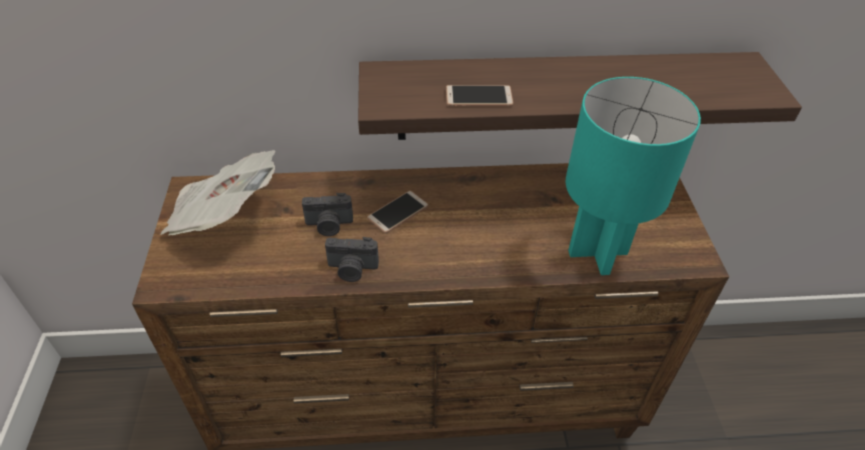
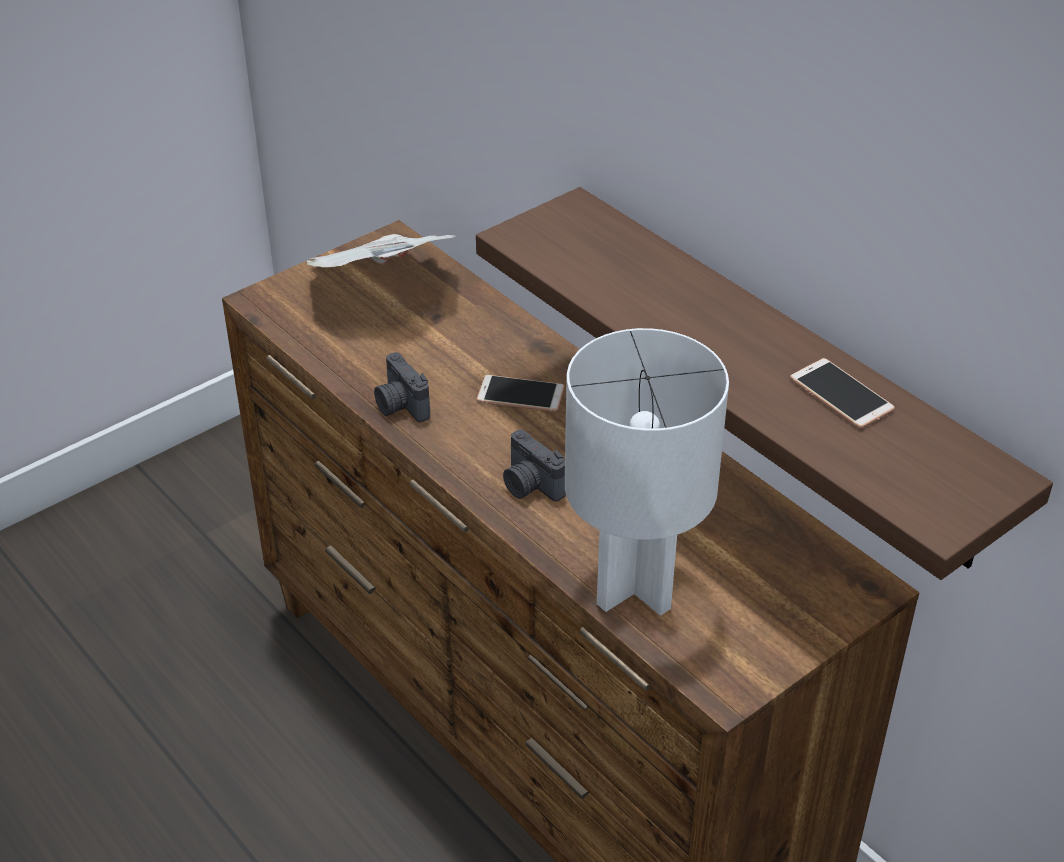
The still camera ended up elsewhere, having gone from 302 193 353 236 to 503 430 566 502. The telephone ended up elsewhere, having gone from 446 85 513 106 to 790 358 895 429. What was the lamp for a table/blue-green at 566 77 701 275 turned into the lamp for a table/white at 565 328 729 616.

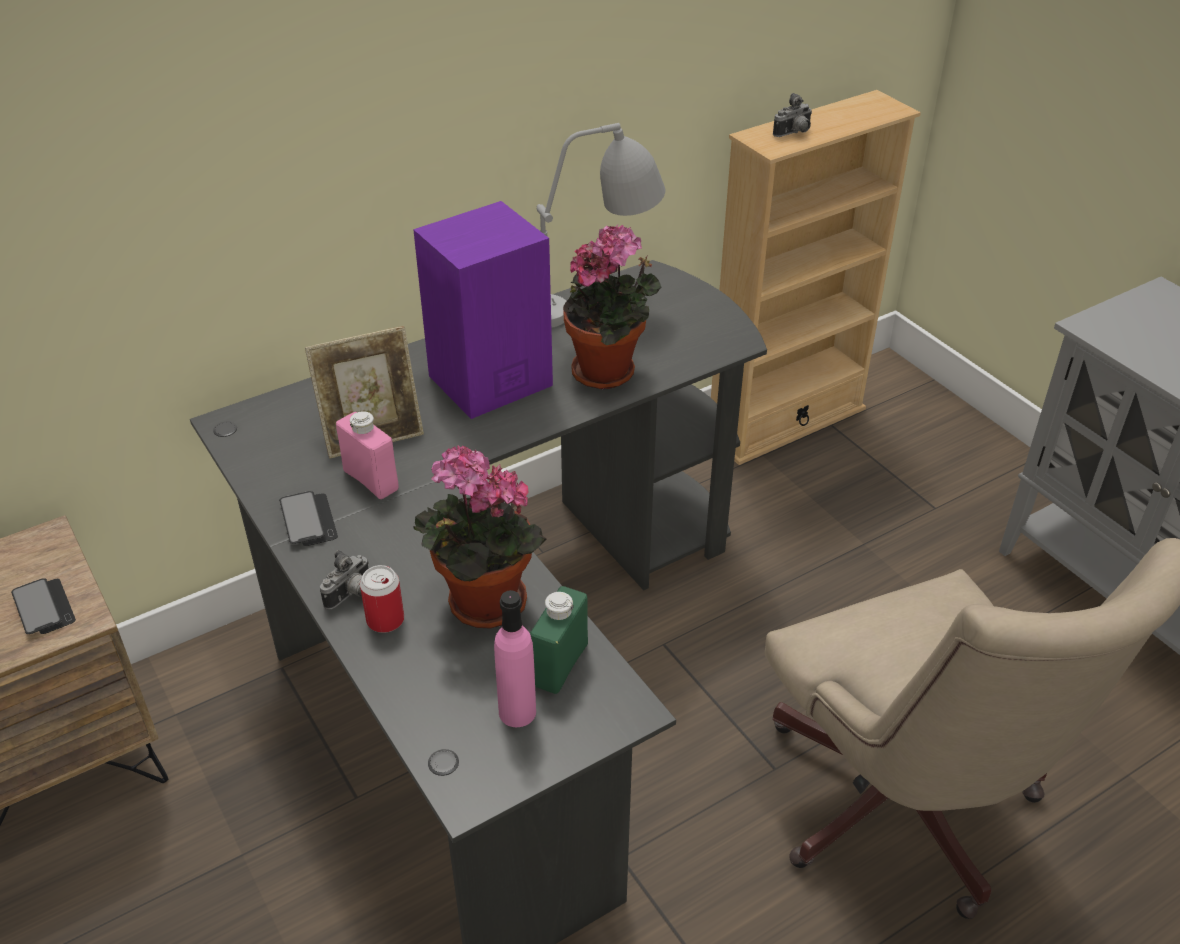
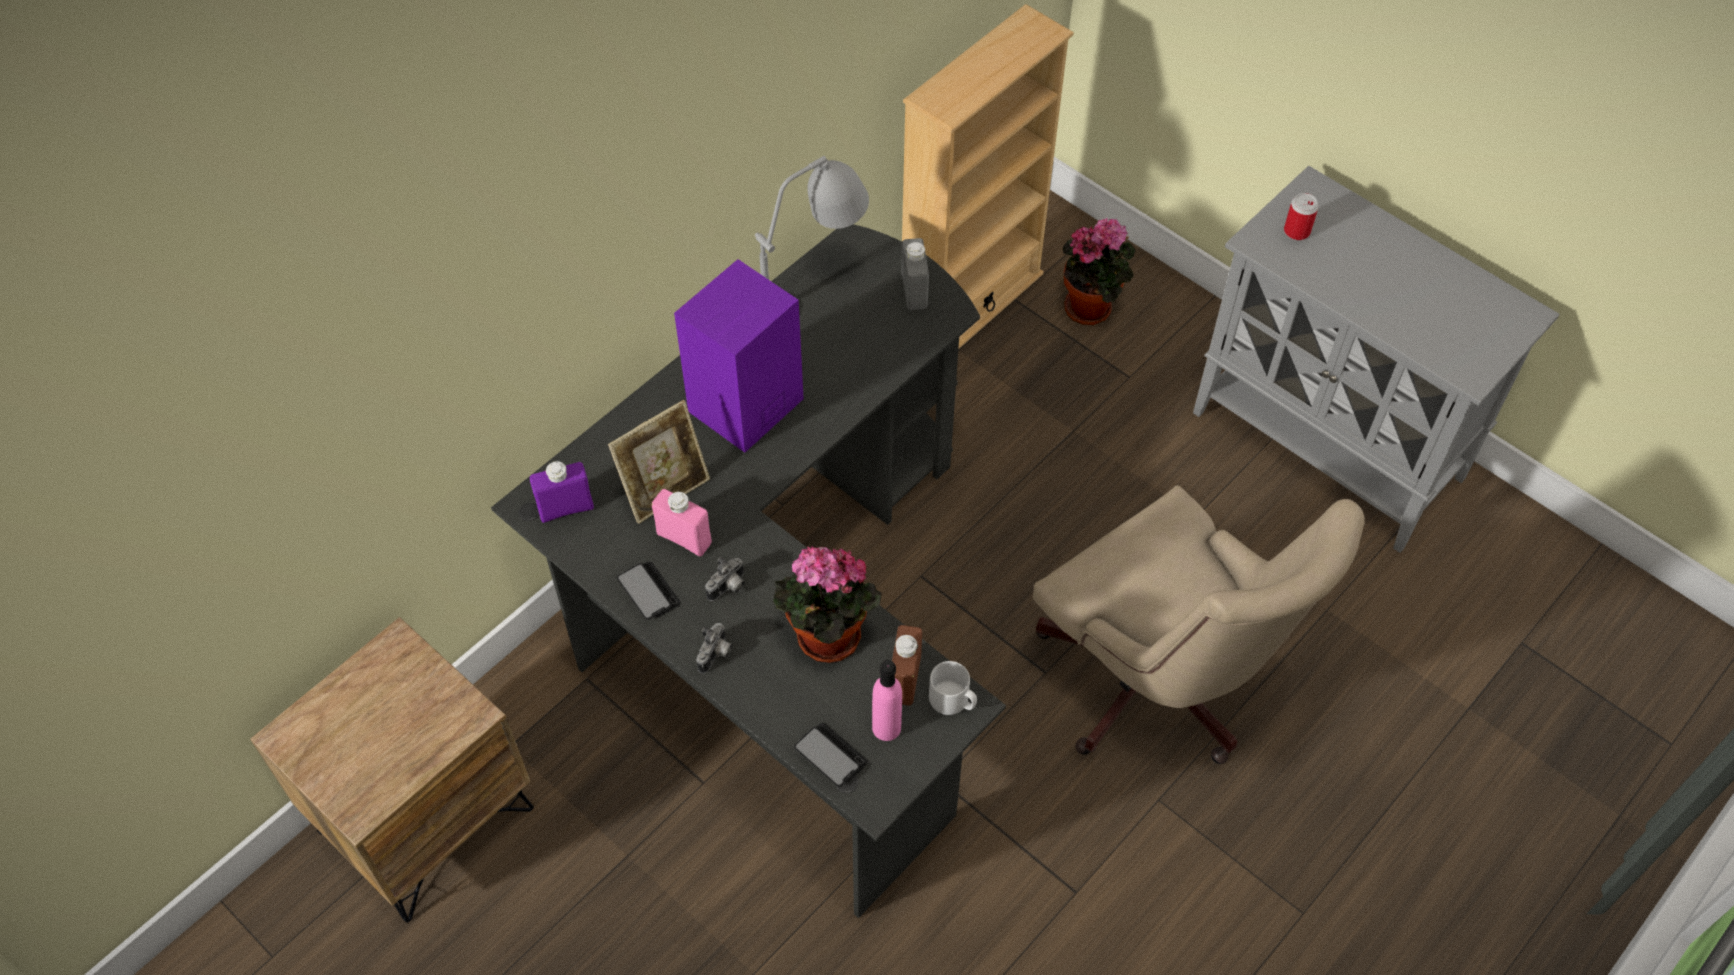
The second view gained the bottle/purple at 530 461 594 523. The second view gained the bottle/gray at 901 238 929 310. The second view gained the tea mug/gray at 929 661 977 715. The telephone ended up elsewhere, having gone from 11 578 76 634 to 794 723 868 787. The can ended up elsewhere, having gone from 360 565 404 633 to 1284 193 1319 240. The plant in a pot ended up elsewhere, having gone from 563 225 661 389 to 1063 218 1136 325. The still camera ended up elsewhere, having gone from 773 93 812 137 to 705 557 745 601. What was the bottle/green at 530 586 588 694 turned into the bottle/brownish at 892 625 922 706.

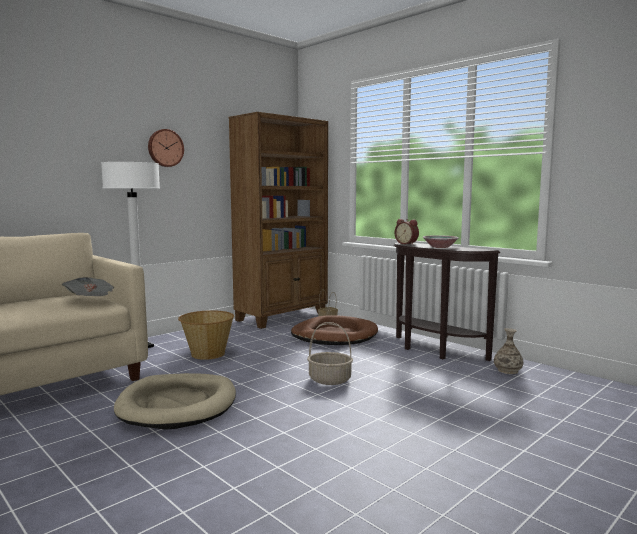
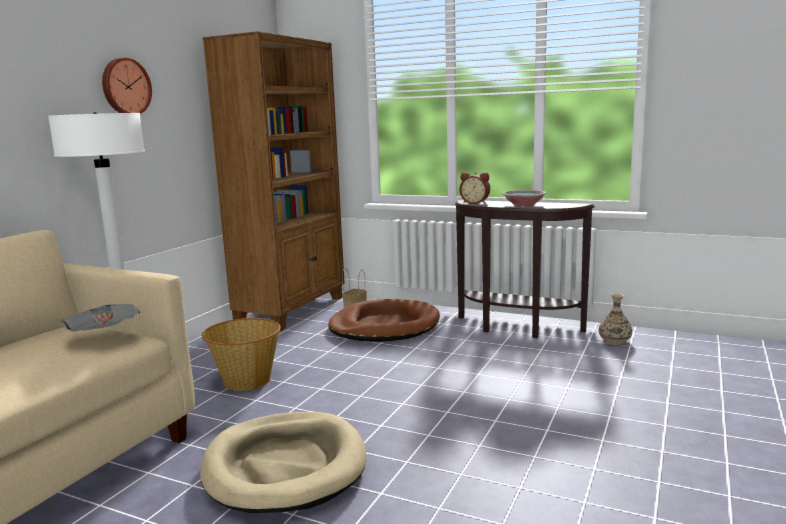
The second view lost the storage basket at 307 322 353 385.

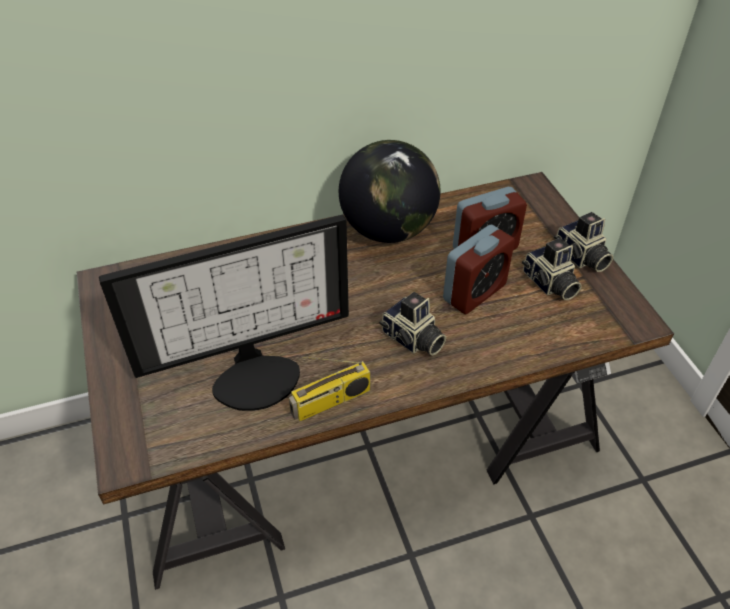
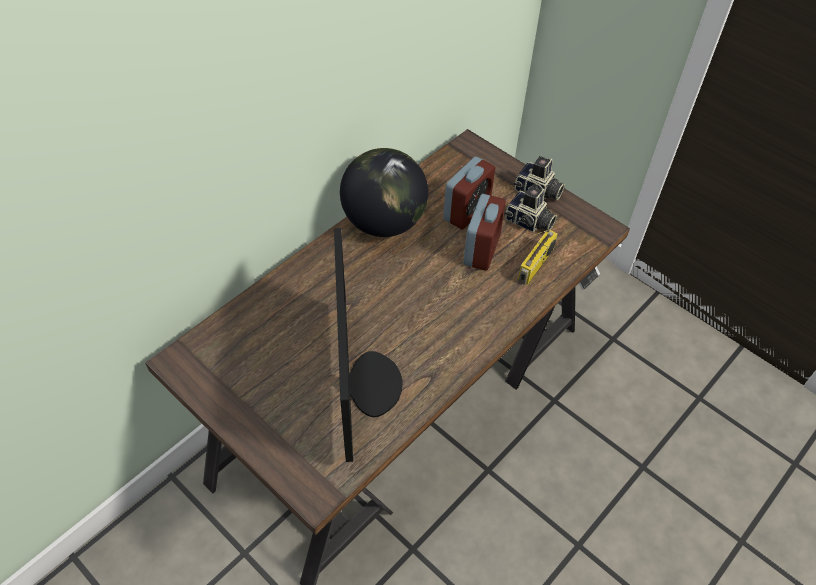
The second view lost the still camera at 379 292 446 356. The radio set ended up elsewhere, having gone from 289 356 370 421 to 518 229 558 285. The computer screen at 99 215 349 411 ended up facing another way, 45 degrees counterclockwise from before.

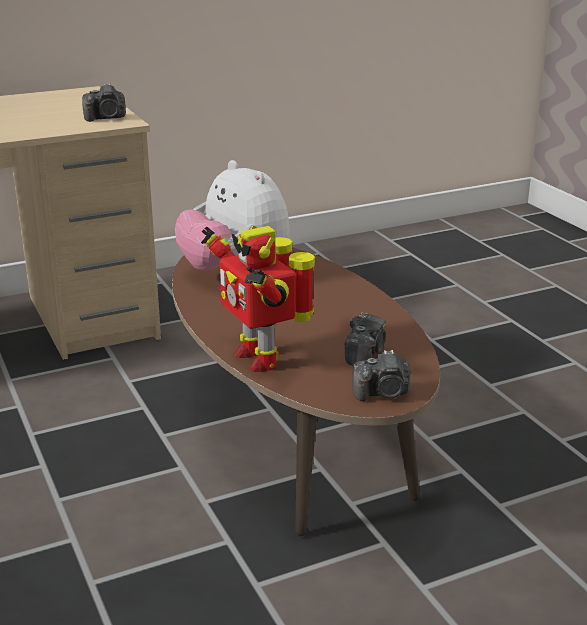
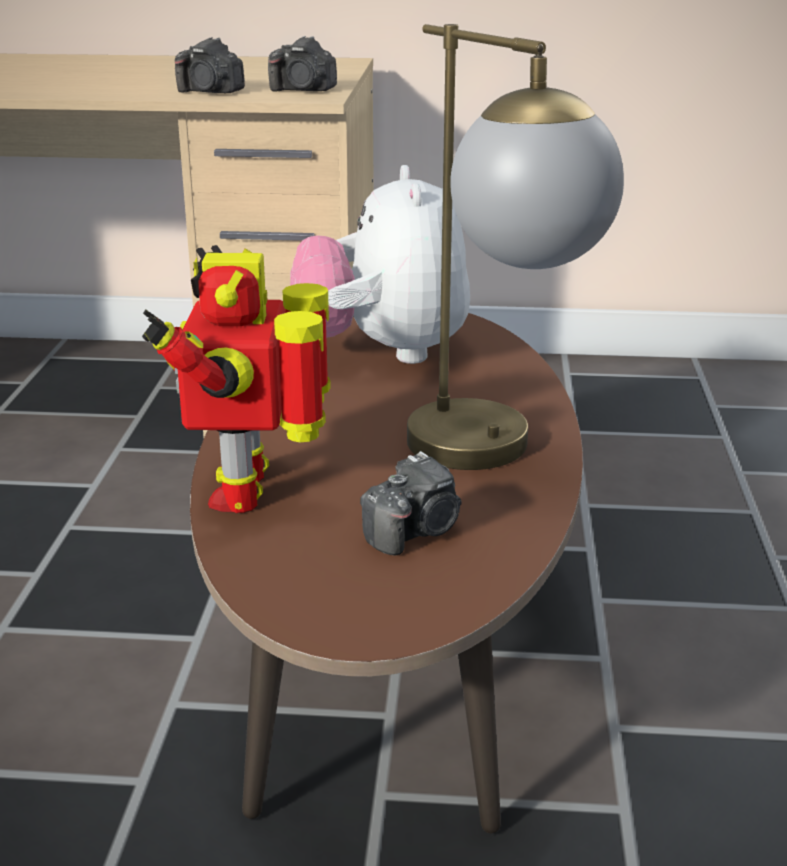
The second view gained the lamp for a table at 407 24 624 470. The still camera ended up elsewhere, having gone from 352 350 411 401 to 175 37 245 93.

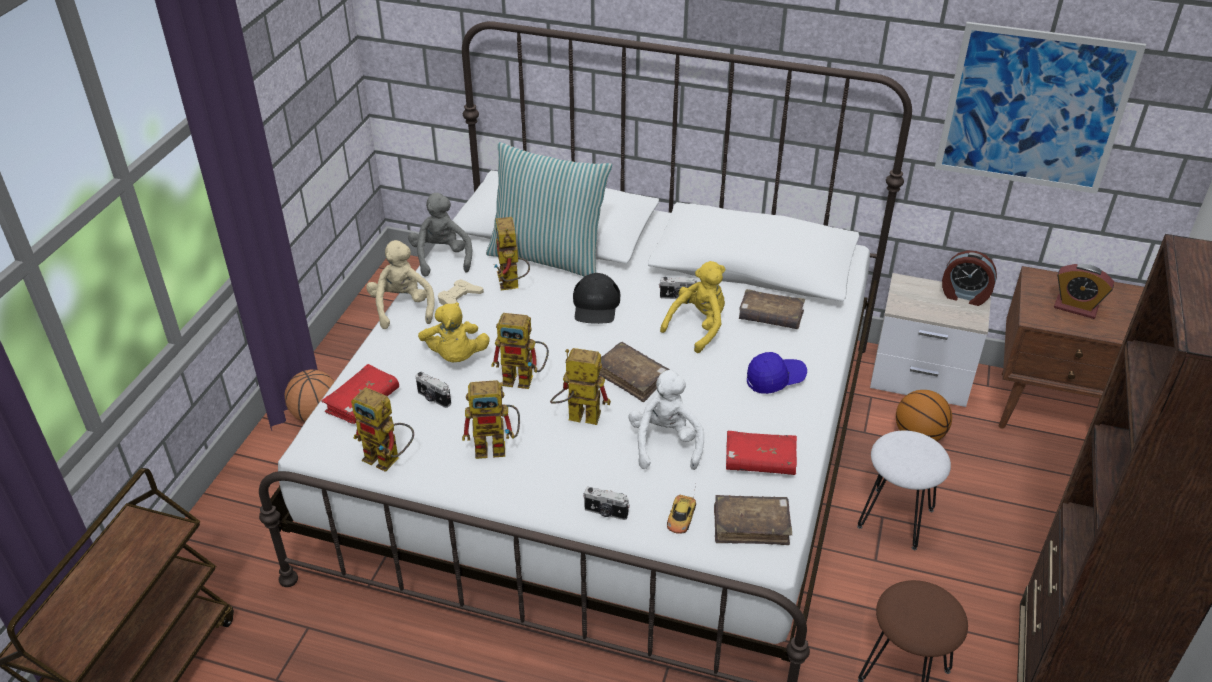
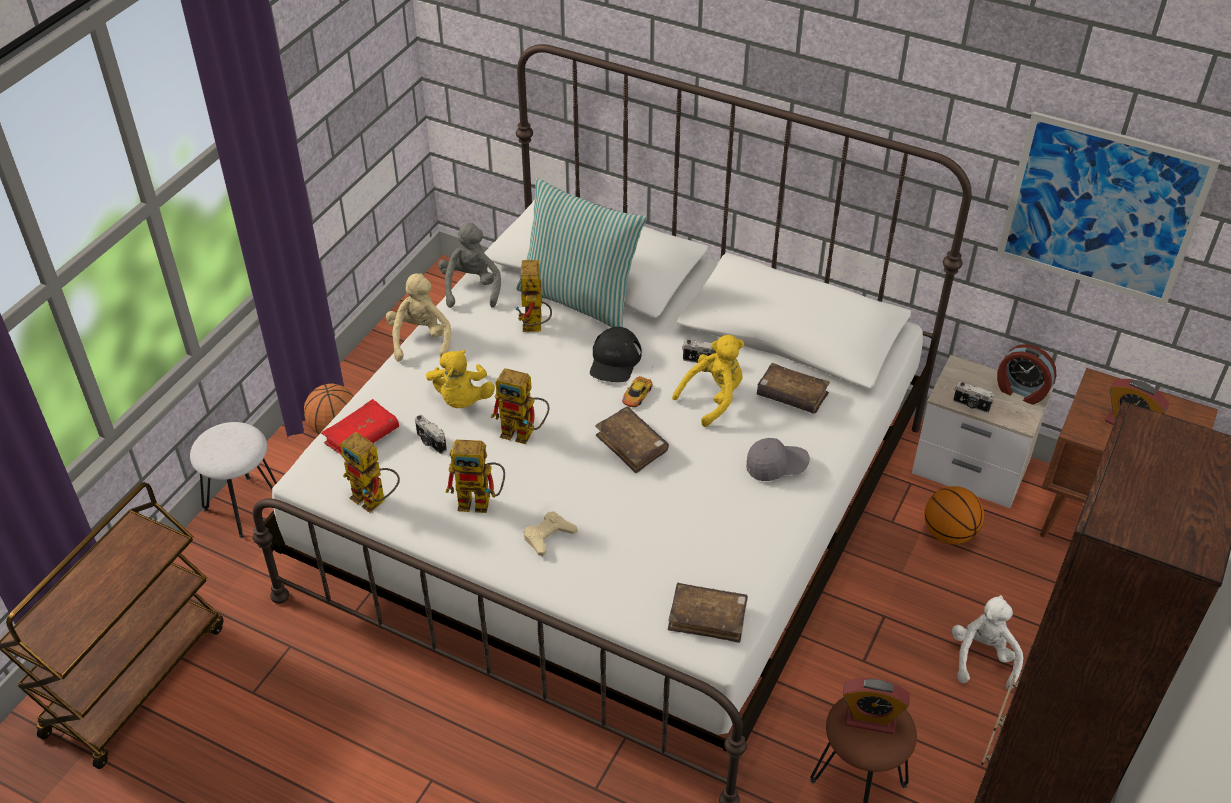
The second view lost the robot figure at 550 348 611 425. The second view lost the book/red-coloured at 726 431 797 475. The second view gained the table clock at 843 678 910 734. The game controller/beige ended up elsewhere, having gone from 438 279 484 307 to 523 511 577 556. The still camera ended up elsewhere, having gone from 583 487 630 520 to 953 382 994 413. The cuddly toy/white ended up elsewhere, having gone from 628 370 704 470 to 952 595 1023 690. The model car ended up elsewhere, having gone from 667 491 696 534 to 622 371 653 407. The stool/white ended up elsewhere, having gone from 857 430 951 550 to 190 422 277 538. What was the cap/blue at 747 352 807 394 turned into the cap/gray at 746 438 810 481.

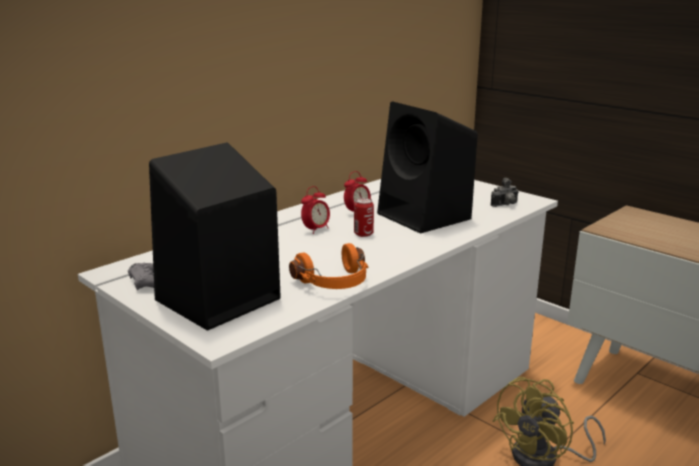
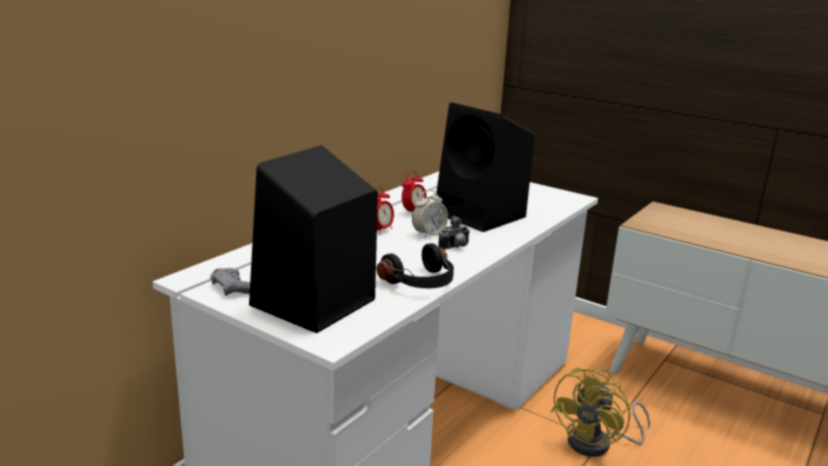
The still camera ended up elsewhere, having gone from 491 178 519 207 to 438 216 470 250. Where the can stood at 354 198 374 237, the table clock came to stand at 412 190 448 238. What was the headset/orange at 289 243 369 289 turned into the headset/black at 377 243 454 288.

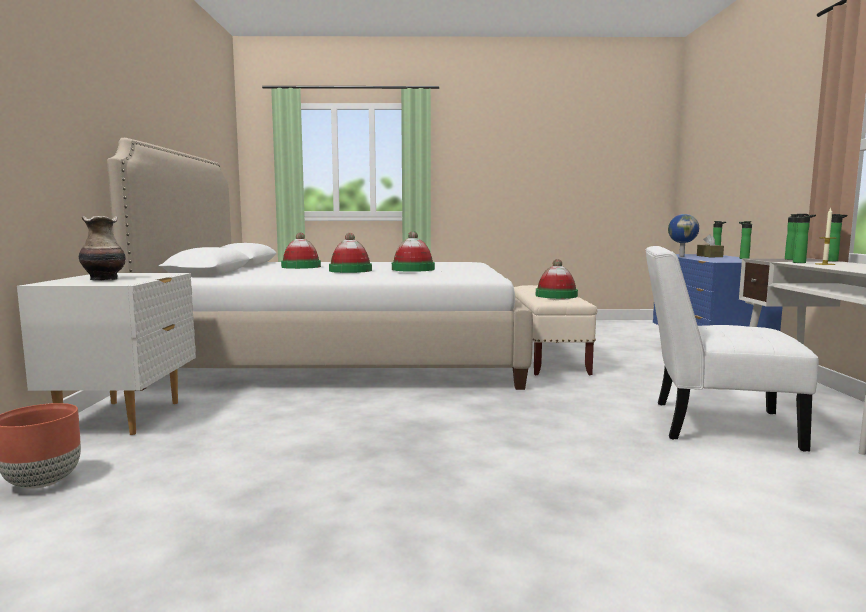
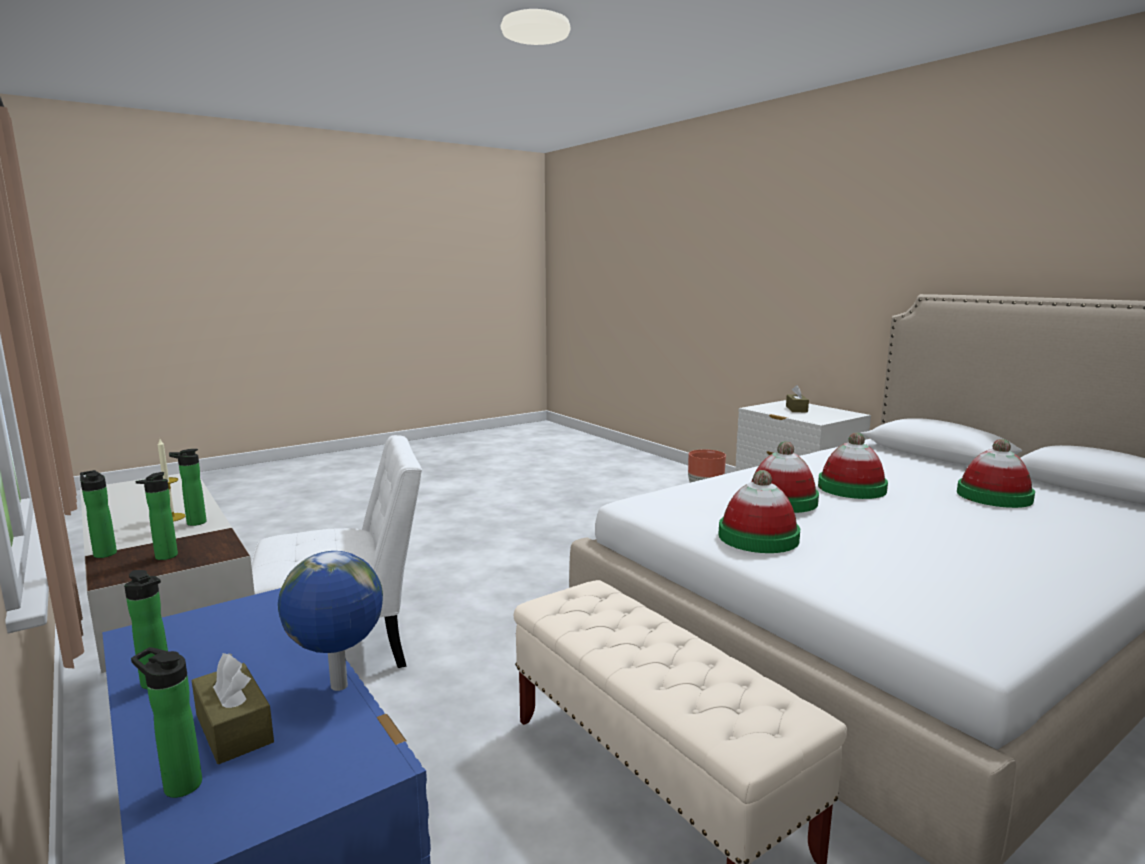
The hat ended up elsewhere, having gone from 536 259 578 299 to 719 470 800 553. Where the vase stood at 79 216 126 281, the tissue holder/brownish came to stand at 786 385 809 412.

